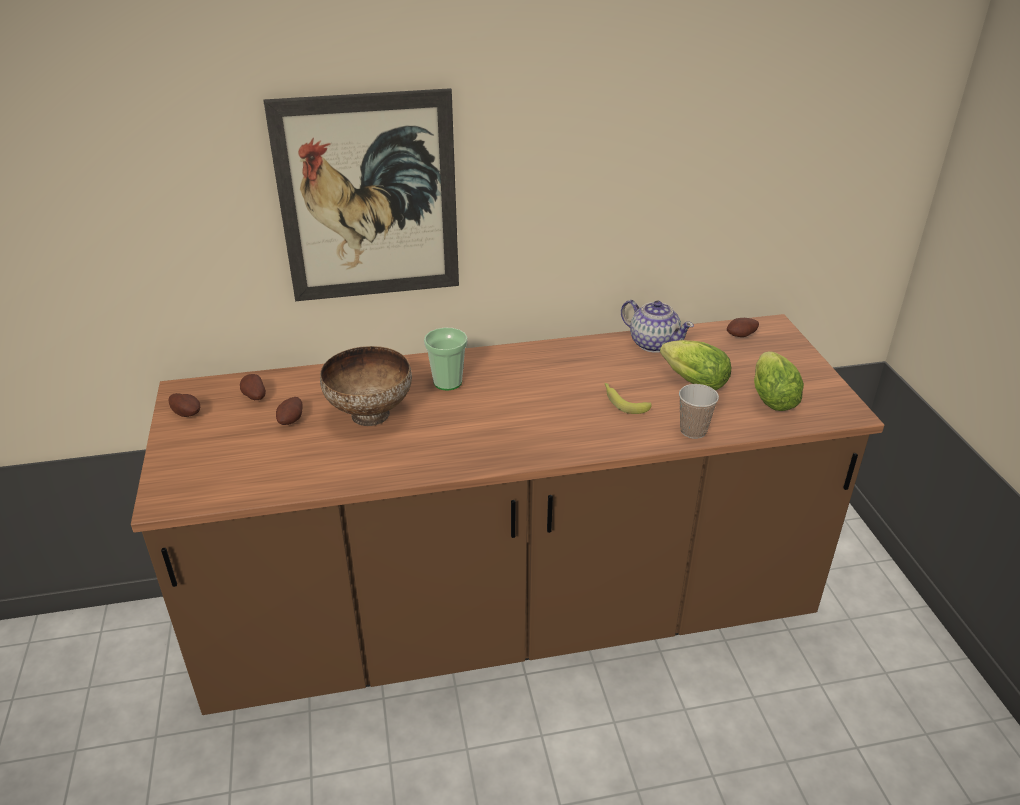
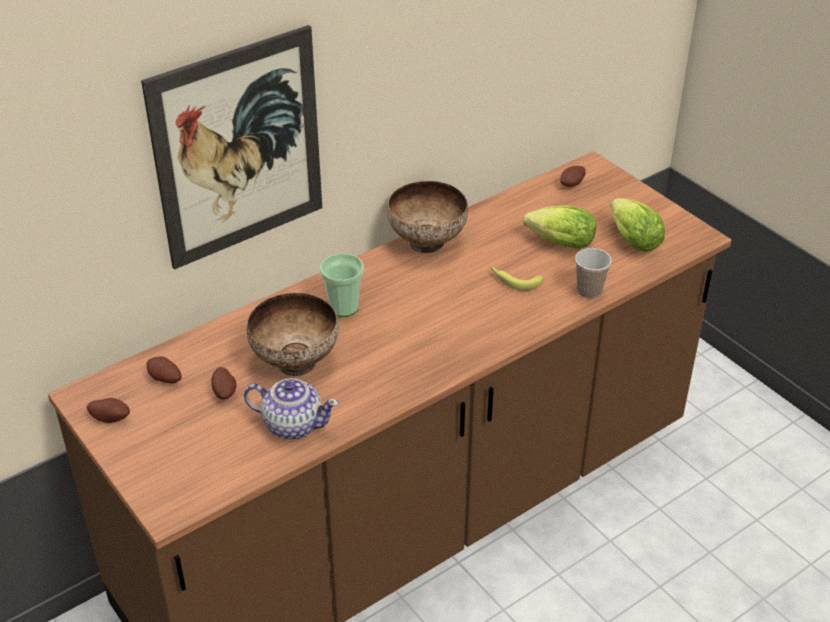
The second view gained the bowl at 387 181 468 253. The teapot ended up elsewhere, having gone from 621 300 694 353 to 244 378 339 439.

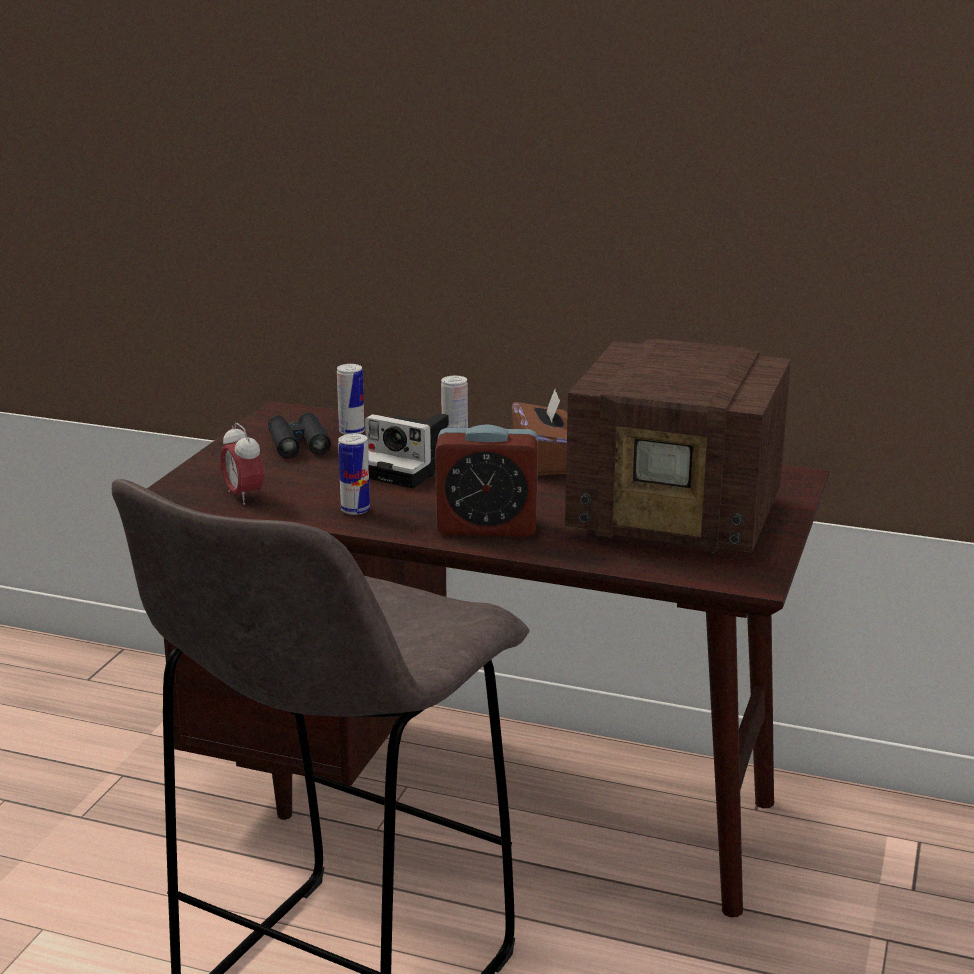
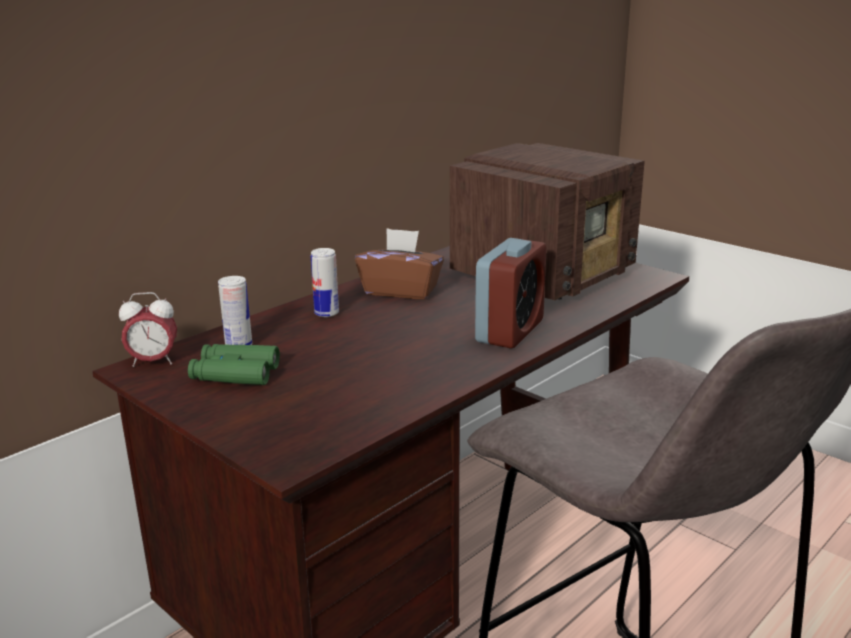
The second view lost the can at 338 434 370 515. The second view lost the still camera at 365 413 449 488. The table clock ended up elsewhere, having gone from 220 423 264 505 to 119 292 177 367. What was the binoculars/black at 268 412 331 458 turned into the binoculars/green at 188 344 280 385.

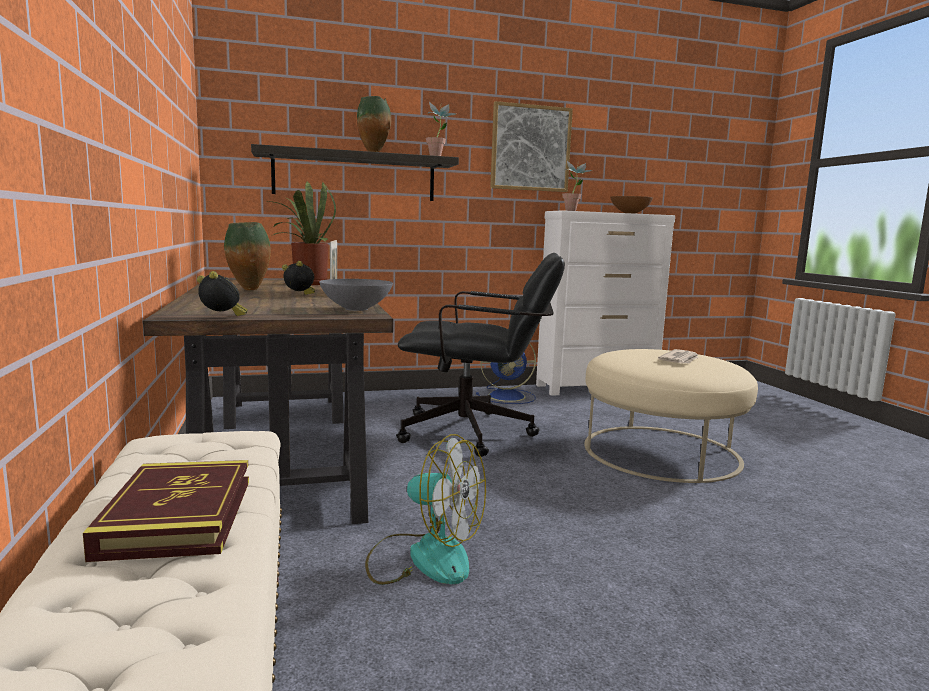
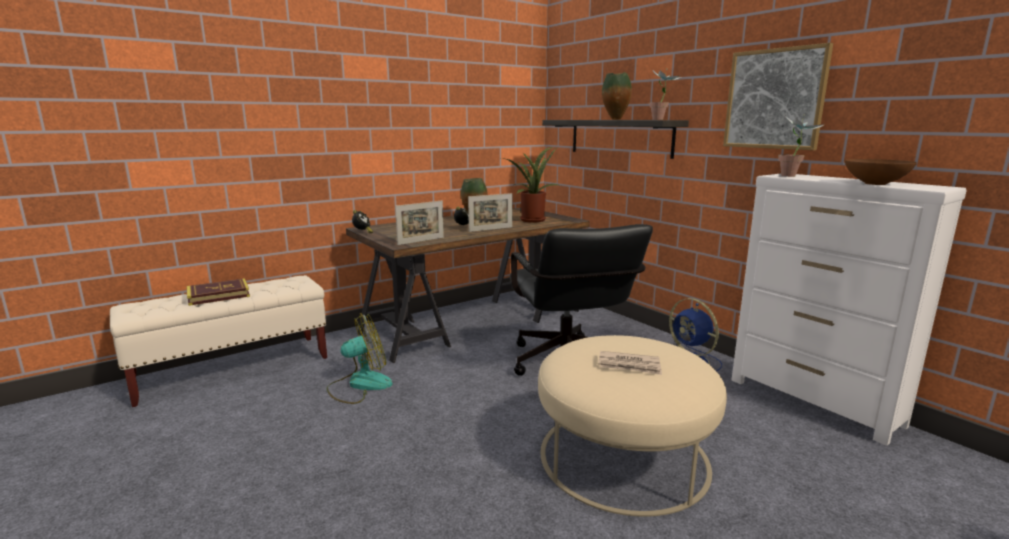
Where the bowl/gray stood at 319 279 393 311, the standing frame came to stand at 395 201 444 245. The cooling fan at 365 434 486 585 ended up facing another way, 120 degrees counterclockwise from before.

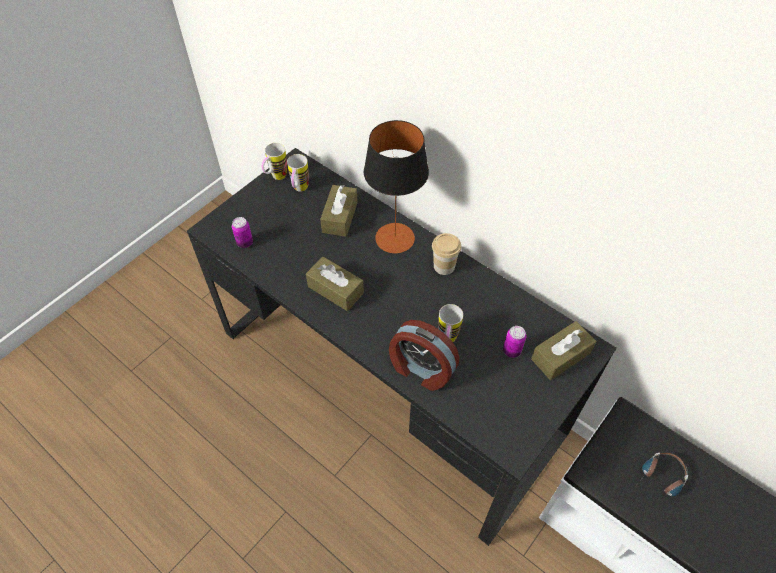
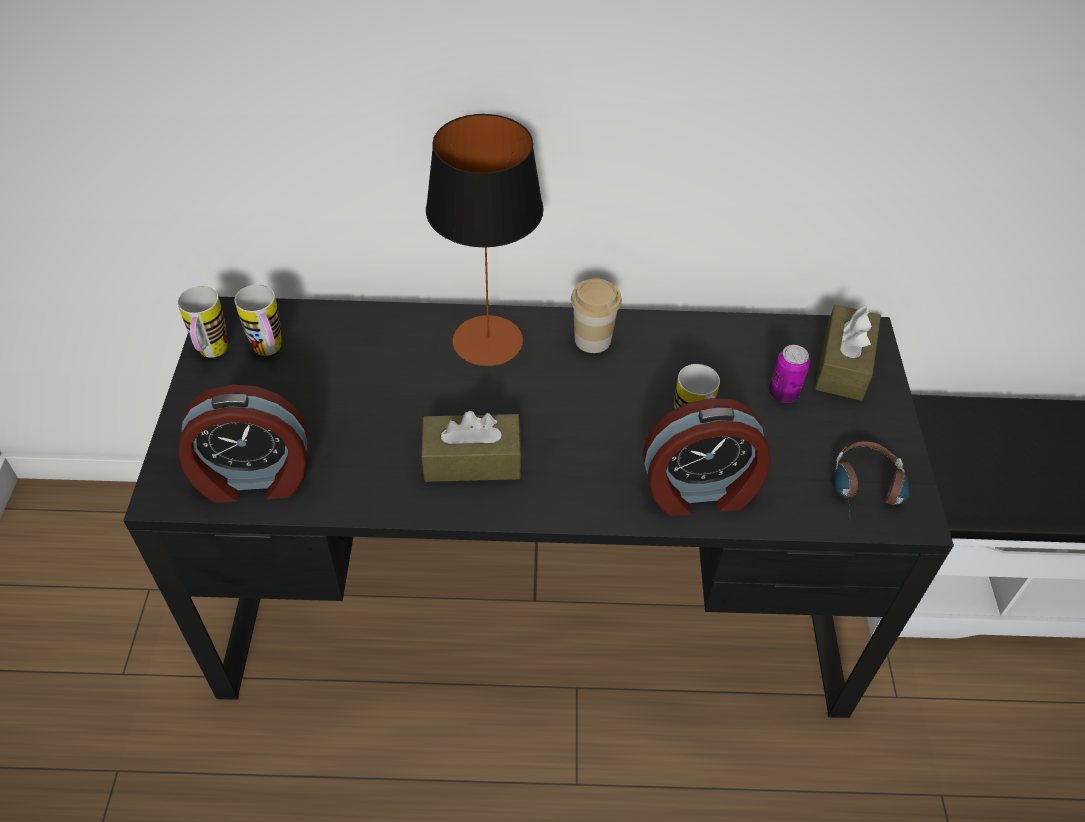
The second view lost the tissue holder/brownish at 320 185 358 237. The headset ended up elsewhere, having gone from 638 452 688 497 to 834 440 910 513. Where the can stood at 232 217 253 248, the table clock came to stand at 178 384 308 503.

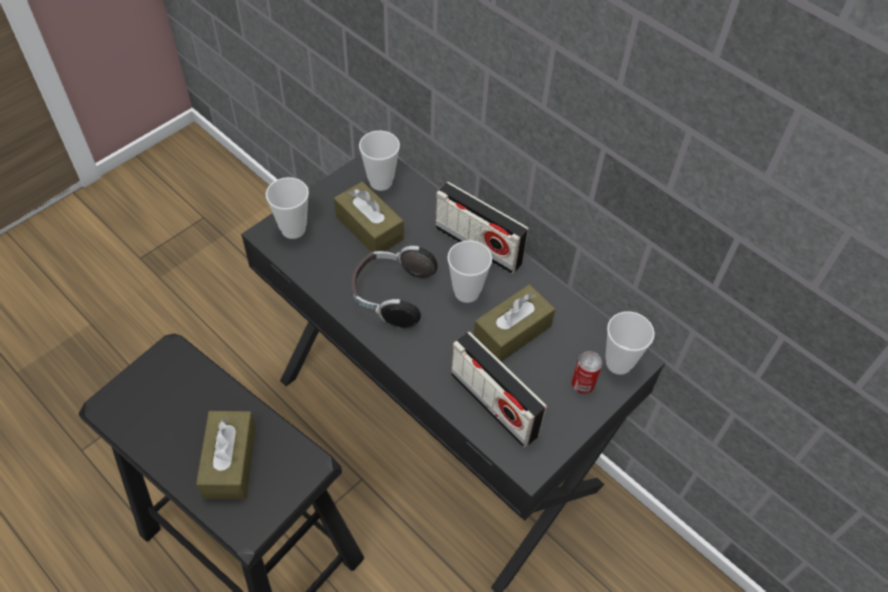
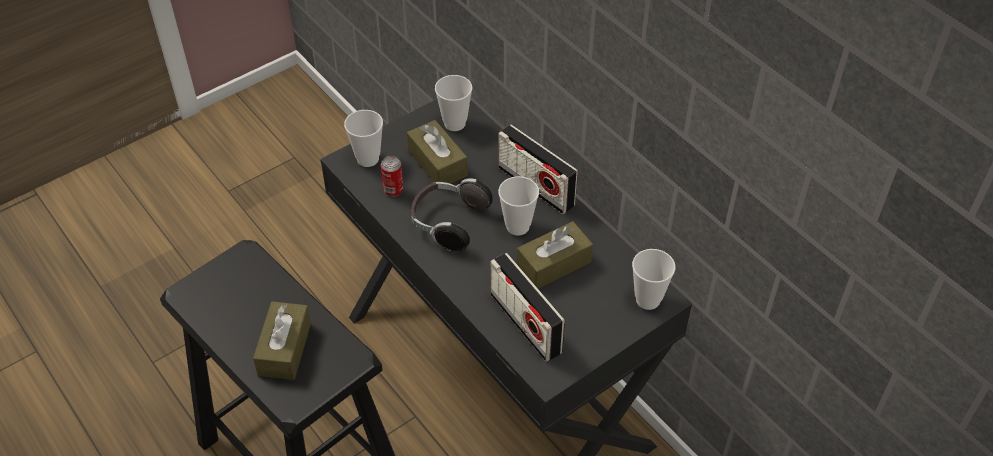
The can ended up elsewhere, having gone from 571 351 602 394 to 381 156 403 197.

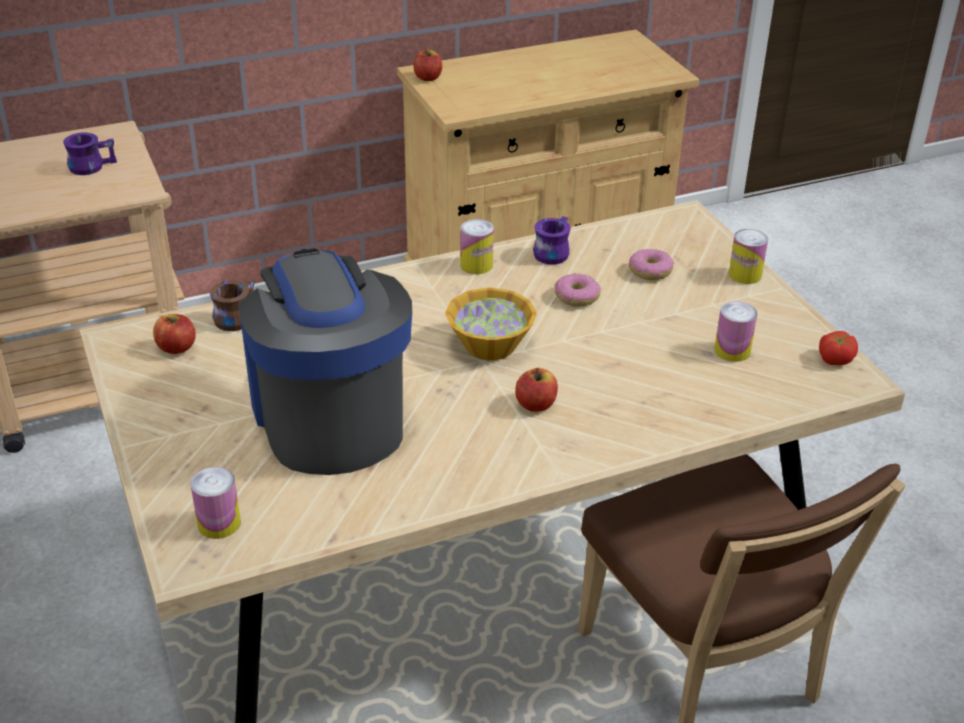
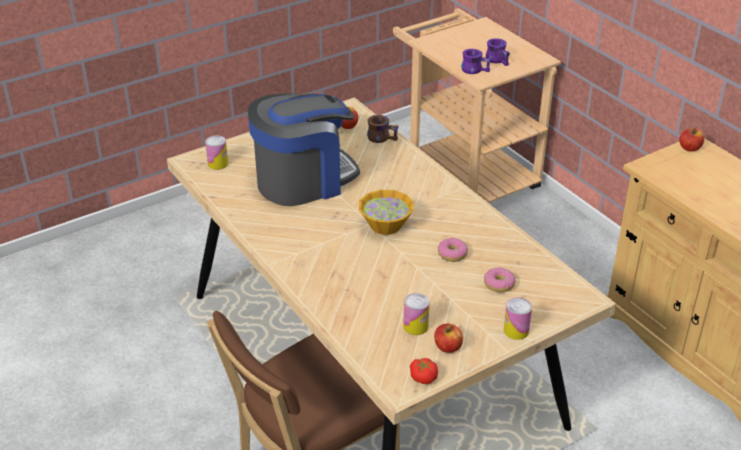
The second view lost the can at 460 219 494 274. The apple fruit ended up elsewhere, having gone from 515 368 558 412 to 434 323 463 353. The tea mug/purple ended up elsewhere, having gone from 533 216 571 265 to 461 49 491 74.

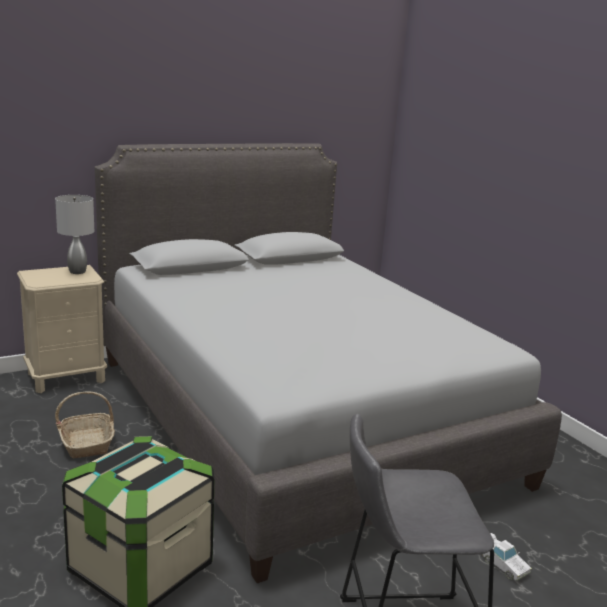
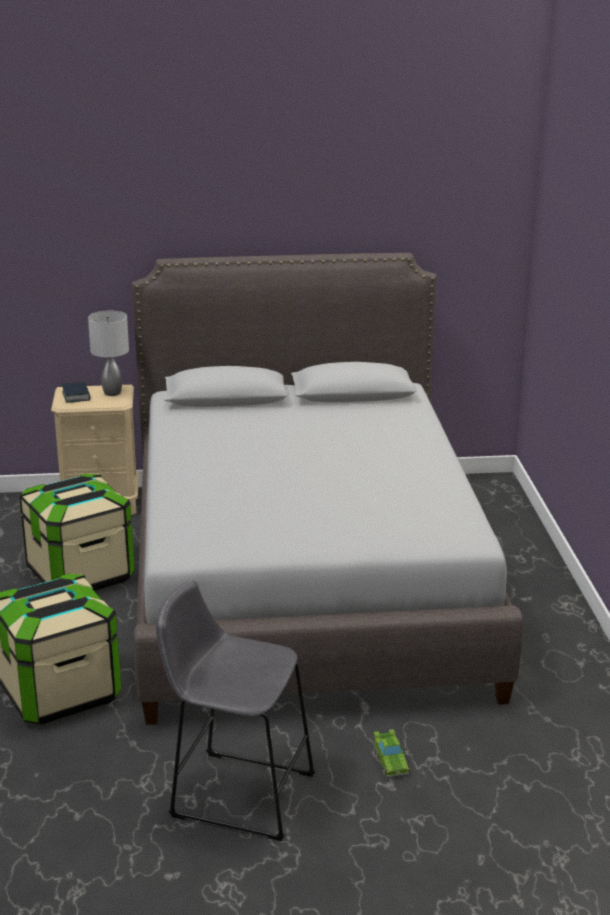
The second view gained the book at 62 382 90 403. Where the storage basket stood at 55 391 115 458, the storage box came to stand at 20 473 135 591. What was the model car/white at 482 533 532 581 turned into the model car/green at 374 729 409 777.

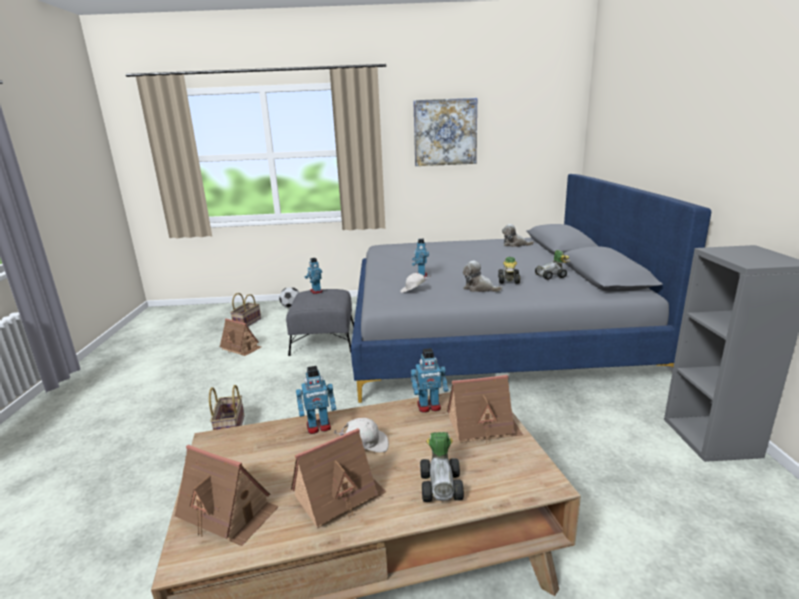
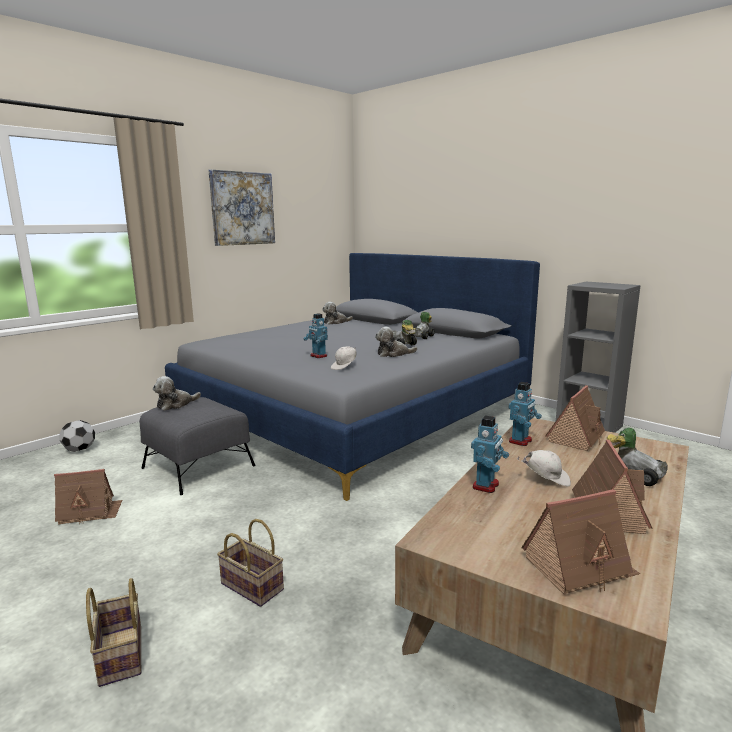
The storage basket ended up elsewhere, having gone from 230 293 261 326 to 86 578 141 687. Where the robot figure stood at 305 258 323 294, the cuddly toy came to stand at 153 376 201 411. The cap/white at 334 418 389 453 ended up facing another way, 60 degrees clockwise from before.

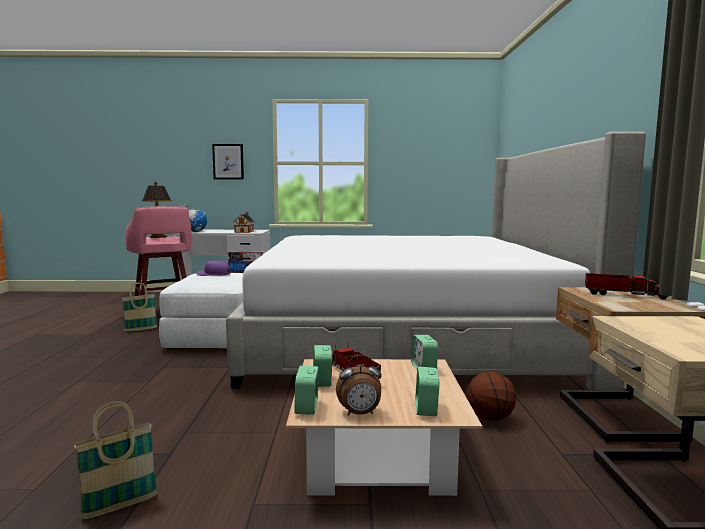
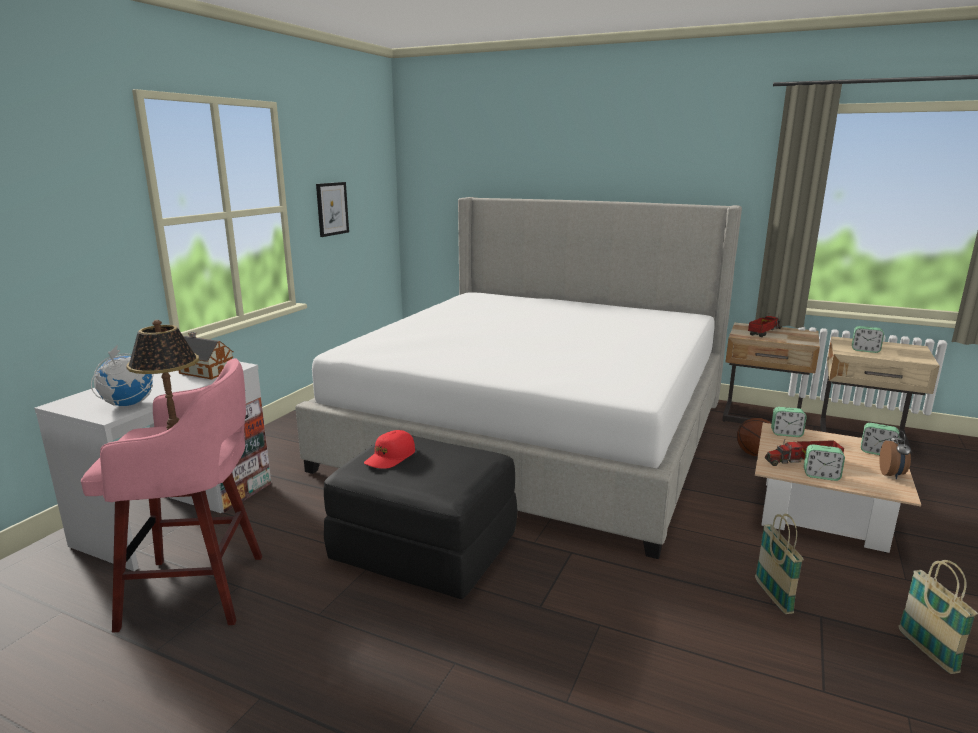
The storage basket ended up elsewhere, having gone from 122 282 157 331 to 755 514 804 614. The picture ended up elsewhere, having gone from 212 144 244 180 to 316 182 349 237. The table clock ended up elsewhere, having gone from 294 366 319 415 to 852 326 884 353. What was the pouffe/white at 159 273 243 350 turned into the pouffe/black at 324 435 518 599. What was the cap/purple at 196 260 230 276 turned into the cap/red-coloured at 364 430 415 469.

